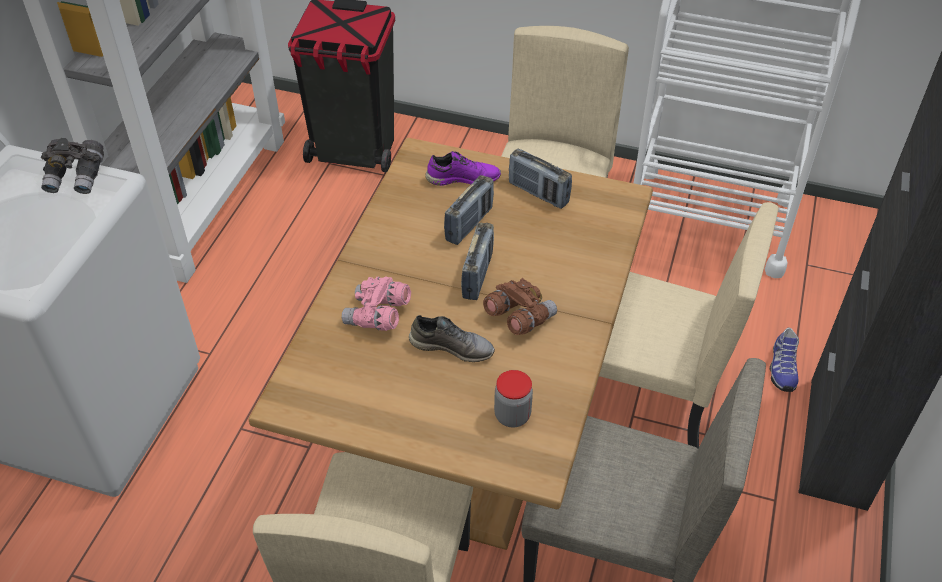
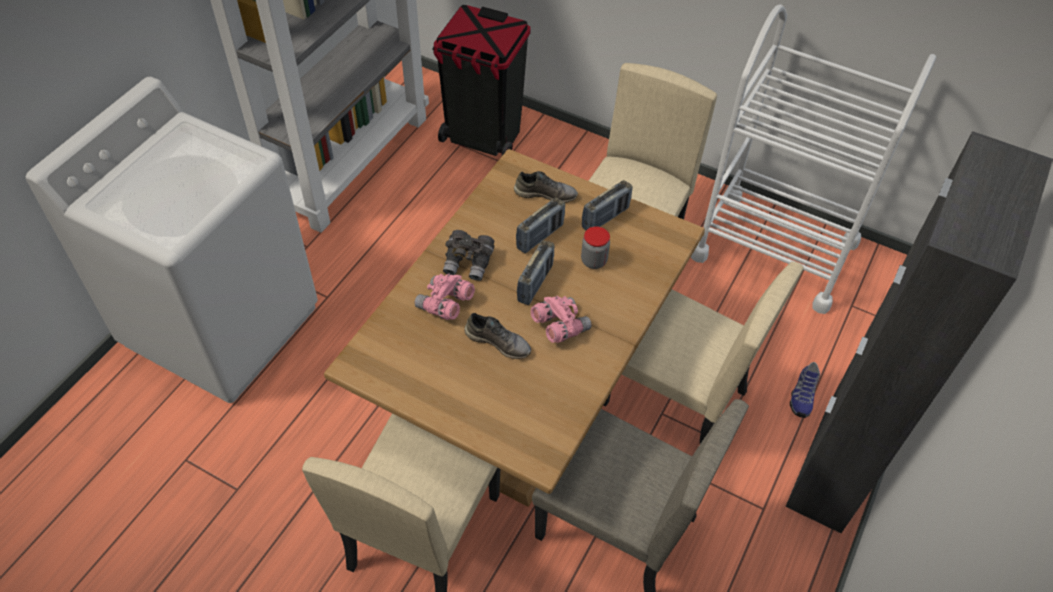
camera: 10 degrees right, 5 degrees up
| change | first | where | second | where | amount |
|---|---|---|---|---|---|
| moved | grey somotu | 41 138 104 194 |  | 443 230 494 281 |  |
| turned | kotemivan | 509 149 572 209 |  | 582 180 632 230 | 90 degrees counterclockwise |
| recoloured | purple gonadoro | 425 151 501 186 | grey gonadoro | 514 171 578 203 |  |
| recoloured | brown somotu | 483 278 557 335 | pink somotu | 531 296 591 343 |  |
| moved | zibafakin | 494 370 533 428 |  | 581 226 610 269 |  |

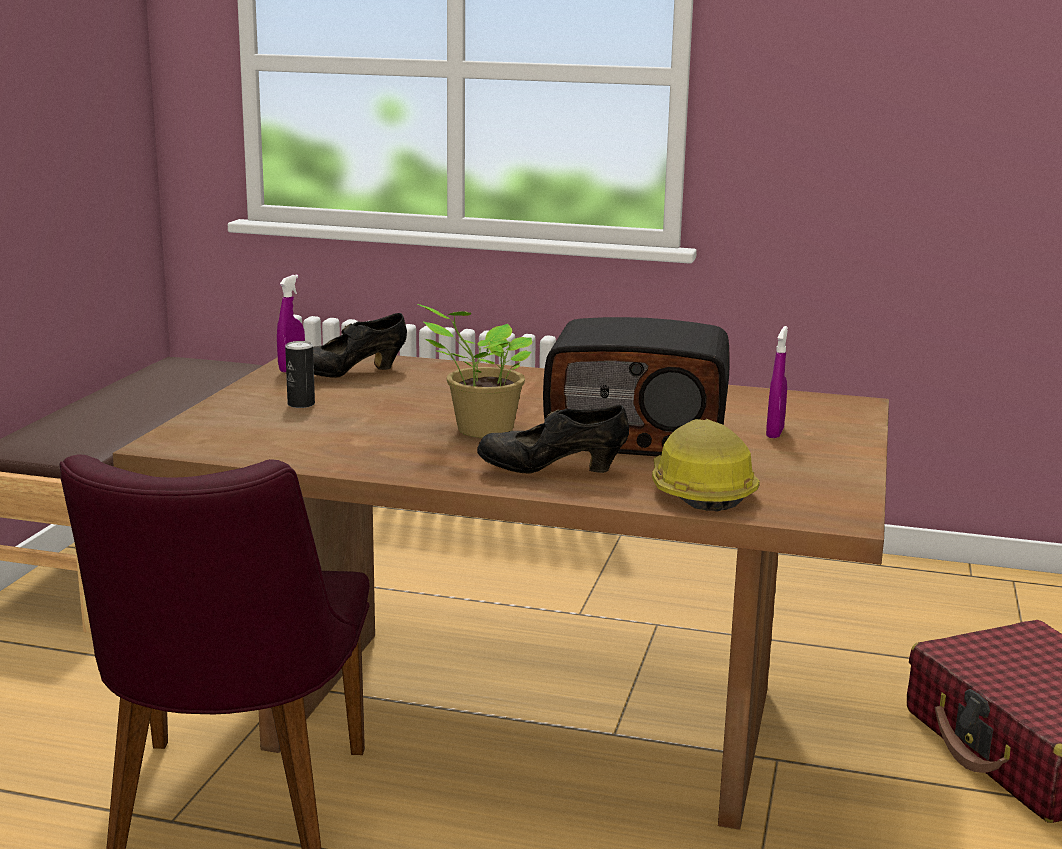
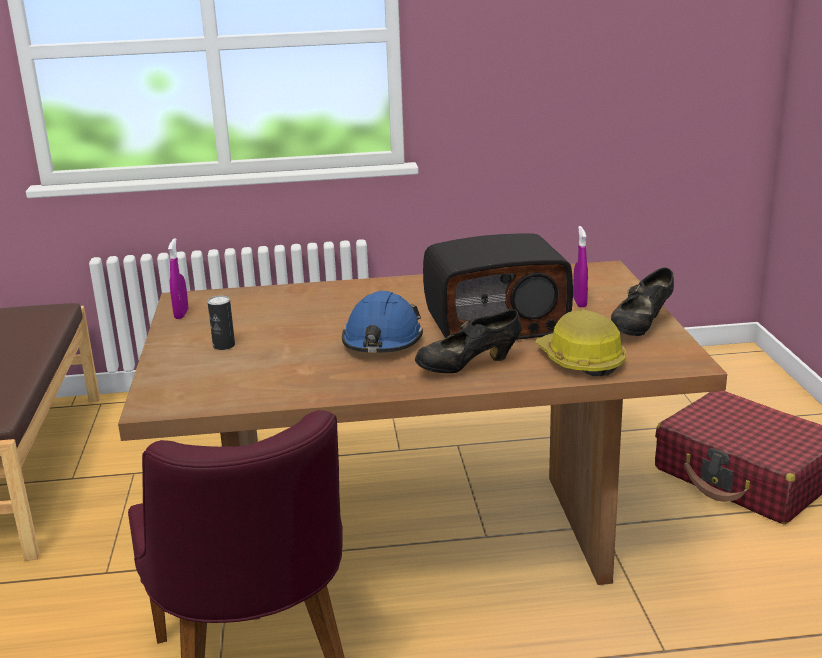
camera: 20 degrees left, 5 degrees up
| change | first | where | second | where | amount |
|---|---|---|---|---|---|
| replaced | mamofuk | 418 304 532 438 | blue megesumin | 342 291 423 353 |  |
| moved | black gonadoro | 313 313 407 378 |  | 611 268 674 336 |  |

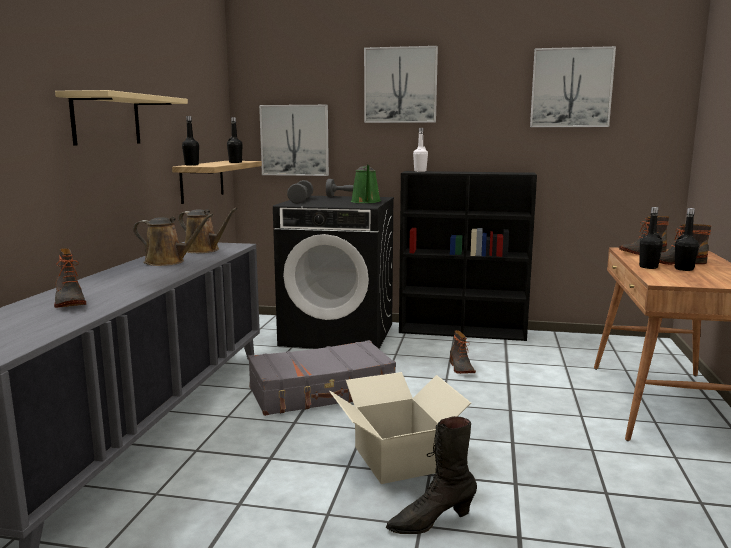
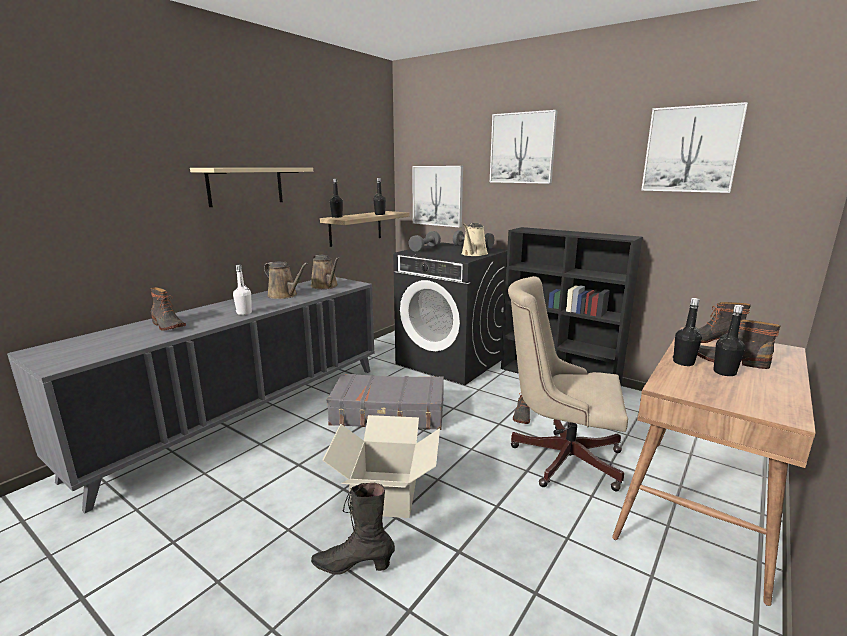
camera: 25 degrees right, 5 degrees up
| change | first | where | second | where | amount |
|---|---|---|---|---|---|
| moved | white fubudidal | 413 128 428 172 |  | 233 265 252 315 |  |
| recoloured | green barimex | 351 164 381 203 | beige barimex | 461 223 488 256 |  |
| turned | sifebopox | 54 248 87 308 |  | 150 287 186 331 | 45 degrees counterclockwise |
| added |  |  | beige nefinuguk | 508 276 628 491 |  |

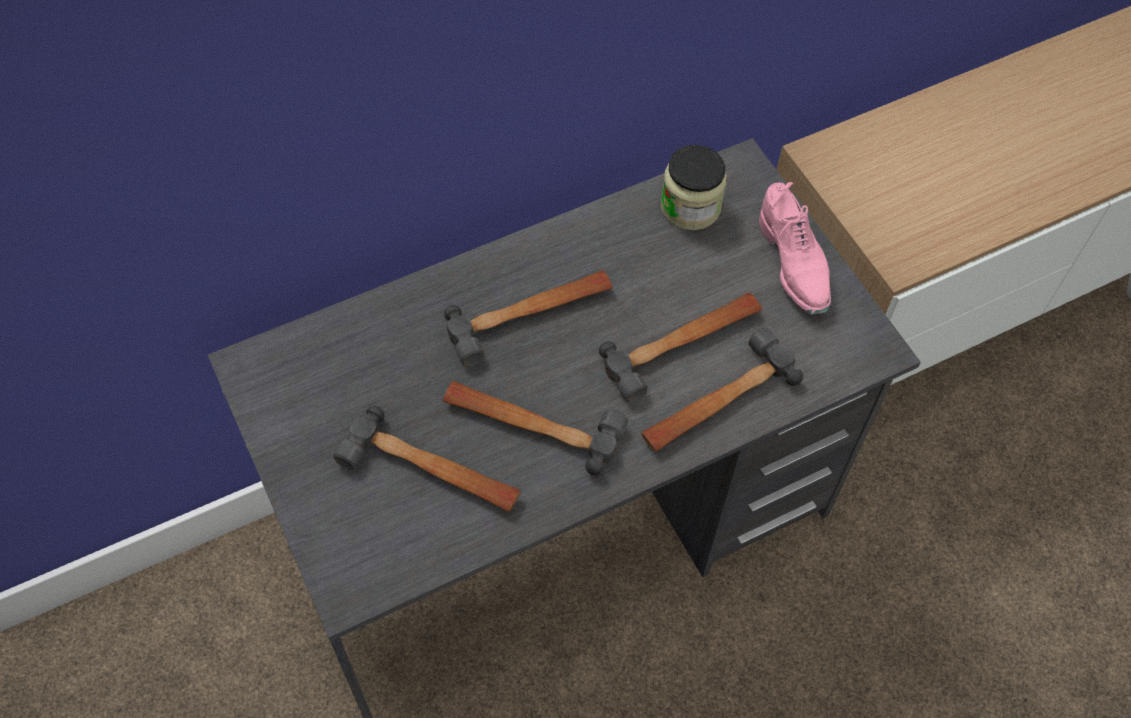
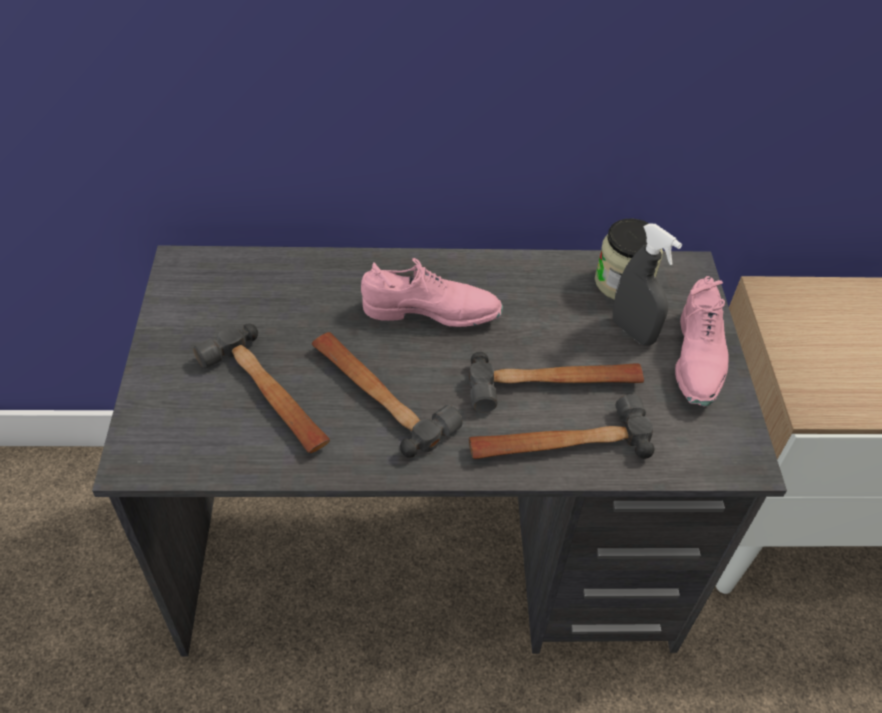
camera: 25 degrees right, 10 degrees down
| change | first | where | second | where | amount |
|---|---|---|---|---|---|
| replaced | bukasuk | 444 270 613 366 | pink gonadoro | 361 258 503 327 |  |
| added |  |  | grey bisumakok | 613 223 682 346 |  |

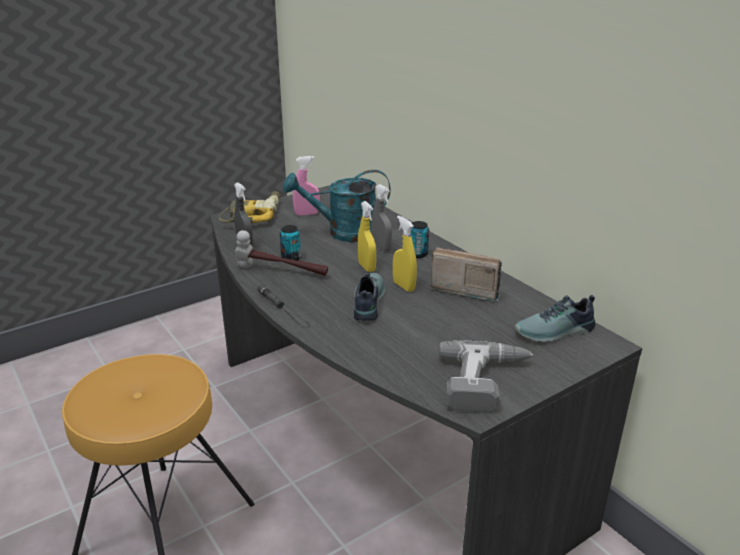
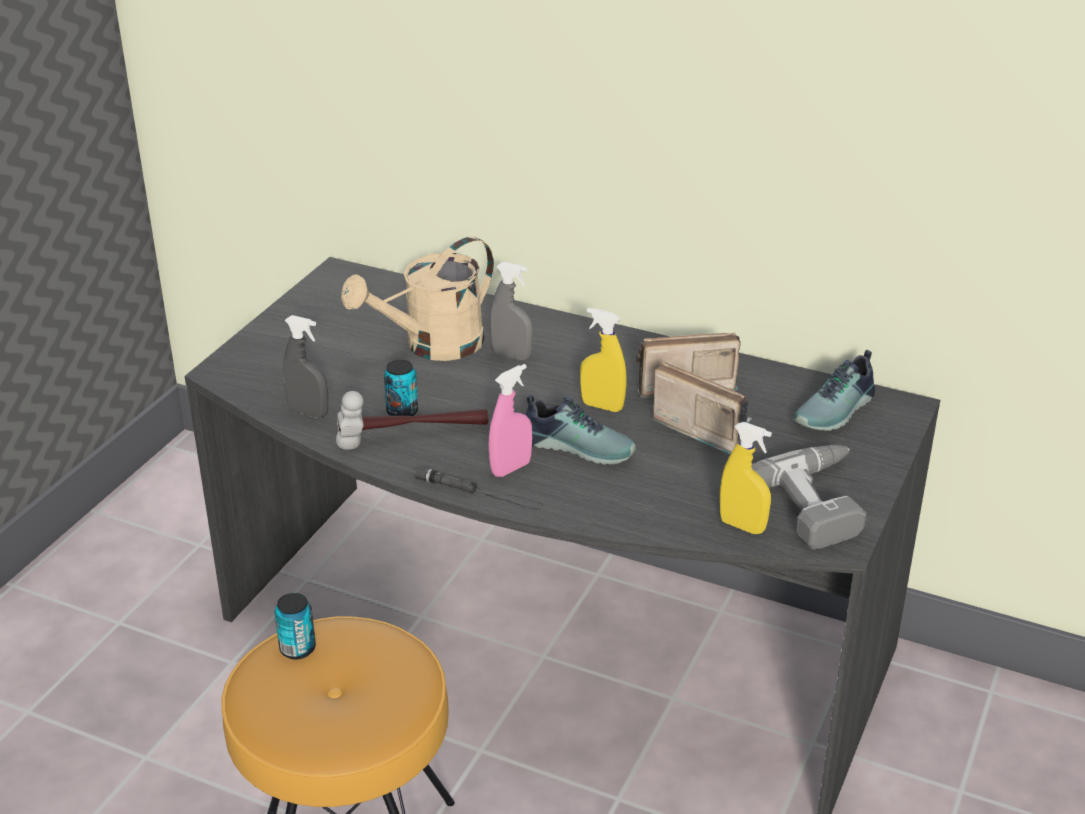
camera: 30 degrees left, 5 degrees up
| change | first | where | second | where | amount |
|---|---|---|---|---|---|
| moved | pink bisumakok | 293 156 320 215 |  | 488 364 532 477 |  |
| recoloured | turquoise barimex | 283 170 390 242 | beige barimex | 341 236 494 361 |  |
| removed | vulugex | 219 191 280 223 |  |  |  |
| moved | yellow bisumakok | 358 201 376 272 |  | 720 422 772 534 |  |
| moved | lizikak | 410 221 429 258 |  | 275 593 316 659 |  |
| turned | gonadoro | 354 273 385 321 |  | 526 394 636 465 | 135 degrees clockwise |
| added |  |  | kotemivan | 653 362 752 454 |  |

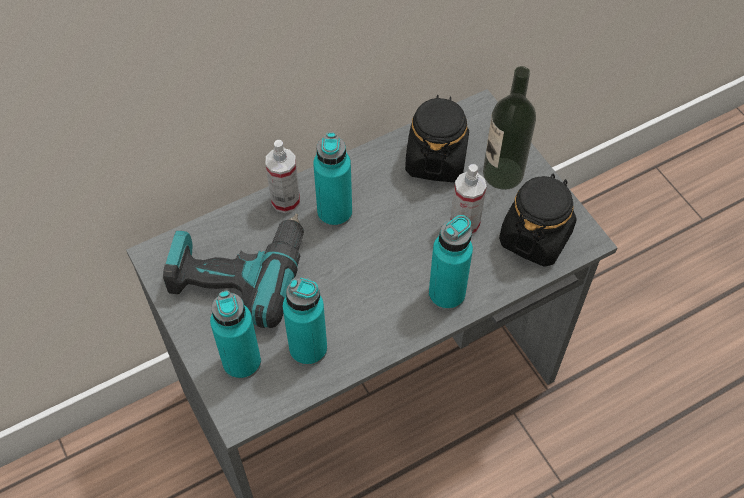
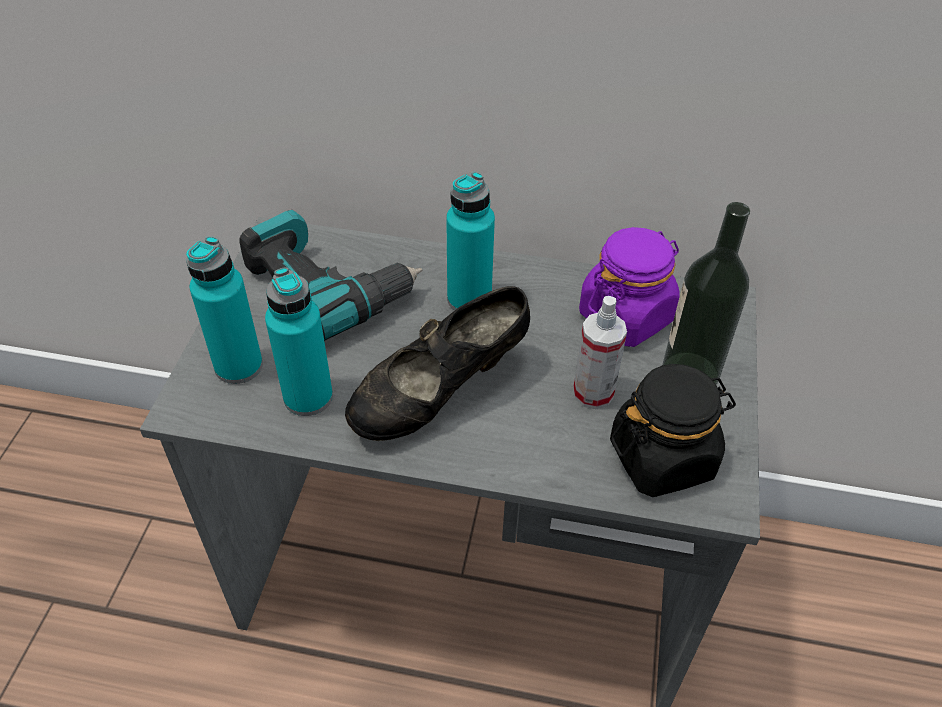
camera: 40 degrees right, 10 degrees down
| change | first | where | second | where | amount |
|---|---|---|---|---|---|
| recoloured | black zibafakin | 405 95 469 182 | purple zibafakin | 579 227 680 347 |  |
| removed | bisumakok | 266 139 300 213 |  |  |  |
| removed | turquoise fubudidal | 429 215 473 310 |  |  |  |
| added |  |  | black gonadoro | 345 286 530 441 |  |

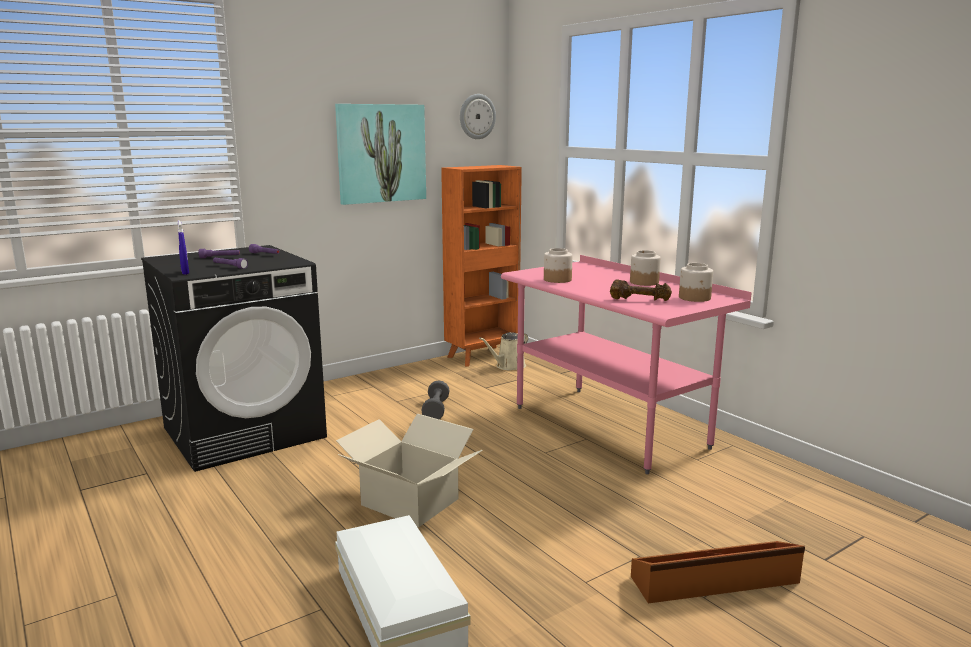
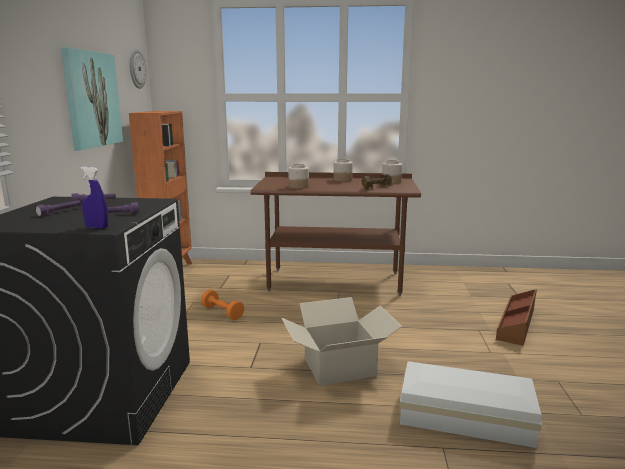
camera: 50 degrees left, 0 degrees up
| change | first | where | second | where | amount |
|---|---|---|---|---|---|
| recoloured | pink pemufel | 501 255 752 474 | brown pemufel | 251 172 421 296 |  |
| removed | beige barimex | 479 332 528 370 |  |  |  |
| recoloured | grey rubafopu | 421 380 450 419 | orange rubafopu | 201 290 244 320 |  |

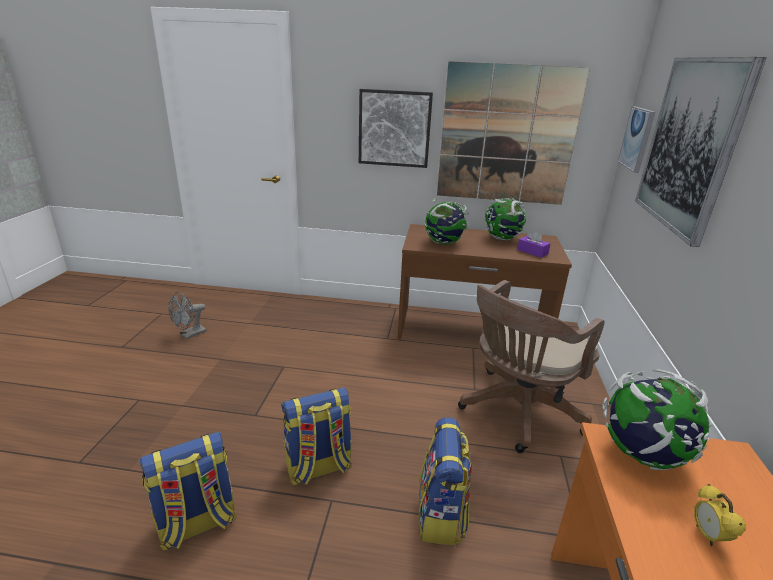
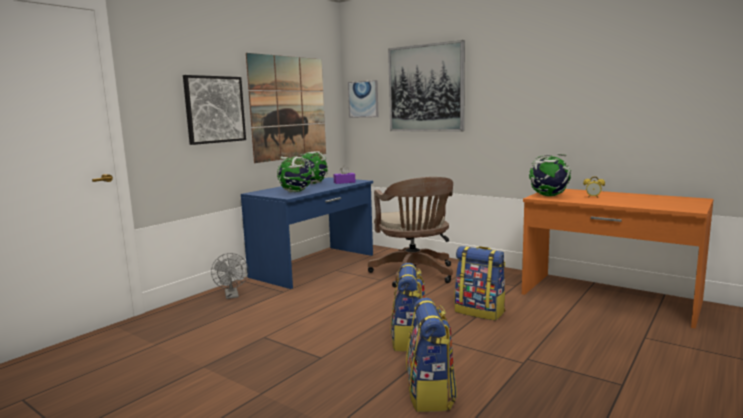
camera: 60 degrees left, 15 degrees down
| change | first | where | second | where | amount |
|---|---|---|---|---|---|
| recoloured | brown pemufel | 397 224 572 340 | blue pemufel | 241 177 373 289 |  |
| moved | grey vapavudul | 168 292 206 339 |  | 211 253 248 299 |  |

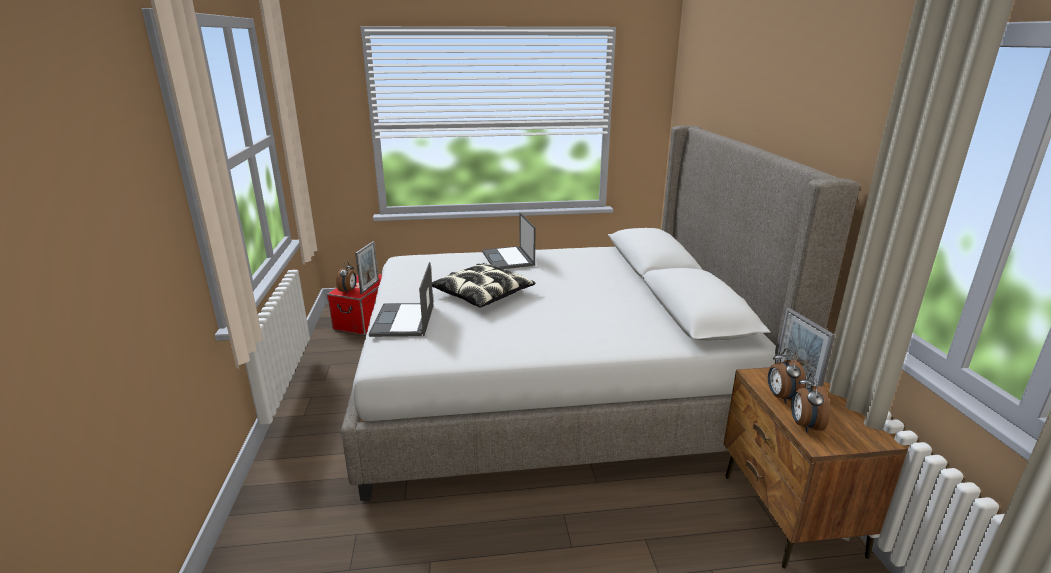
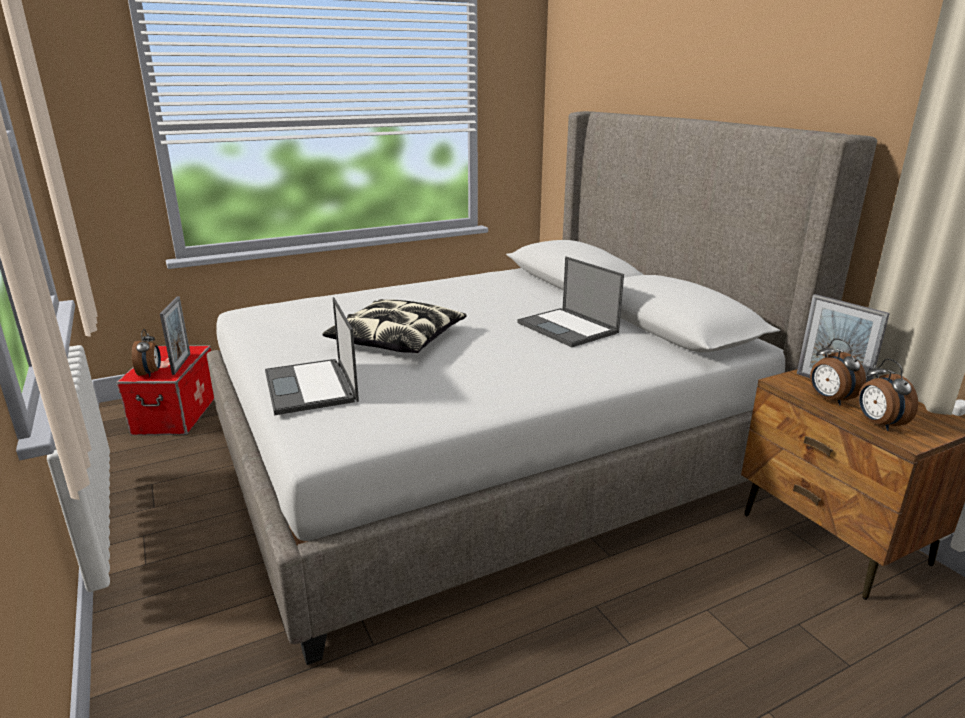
camera: 20 degrees left, 0 degrees up
| change | first | where | second | where | amount |
|---|---|---|---|---|---|
| moved | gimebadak | 482 212 535 269 |  | 518 256 624 347 |  |

